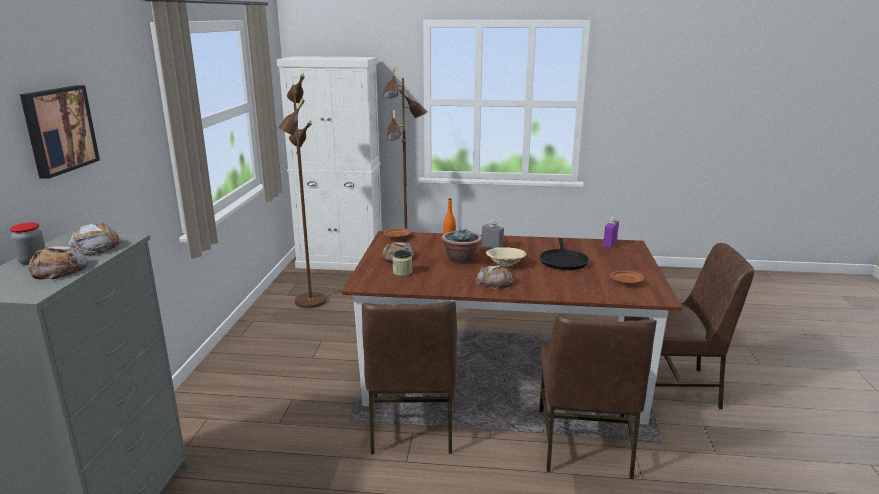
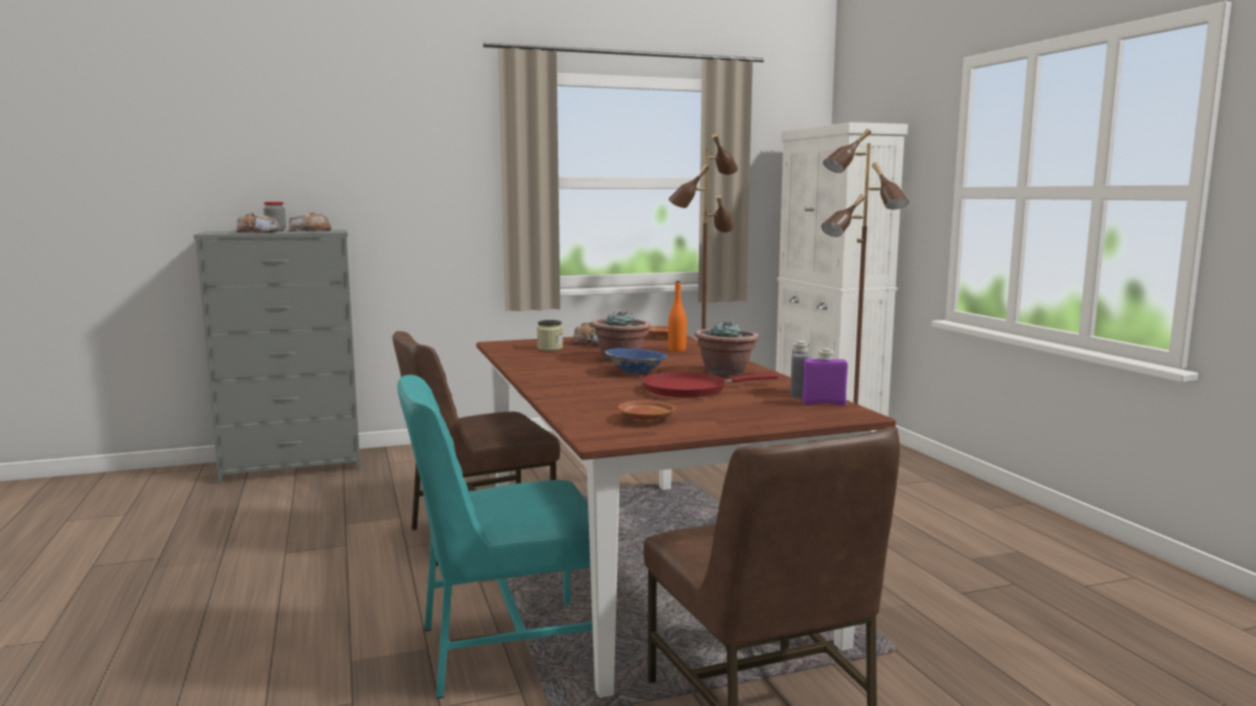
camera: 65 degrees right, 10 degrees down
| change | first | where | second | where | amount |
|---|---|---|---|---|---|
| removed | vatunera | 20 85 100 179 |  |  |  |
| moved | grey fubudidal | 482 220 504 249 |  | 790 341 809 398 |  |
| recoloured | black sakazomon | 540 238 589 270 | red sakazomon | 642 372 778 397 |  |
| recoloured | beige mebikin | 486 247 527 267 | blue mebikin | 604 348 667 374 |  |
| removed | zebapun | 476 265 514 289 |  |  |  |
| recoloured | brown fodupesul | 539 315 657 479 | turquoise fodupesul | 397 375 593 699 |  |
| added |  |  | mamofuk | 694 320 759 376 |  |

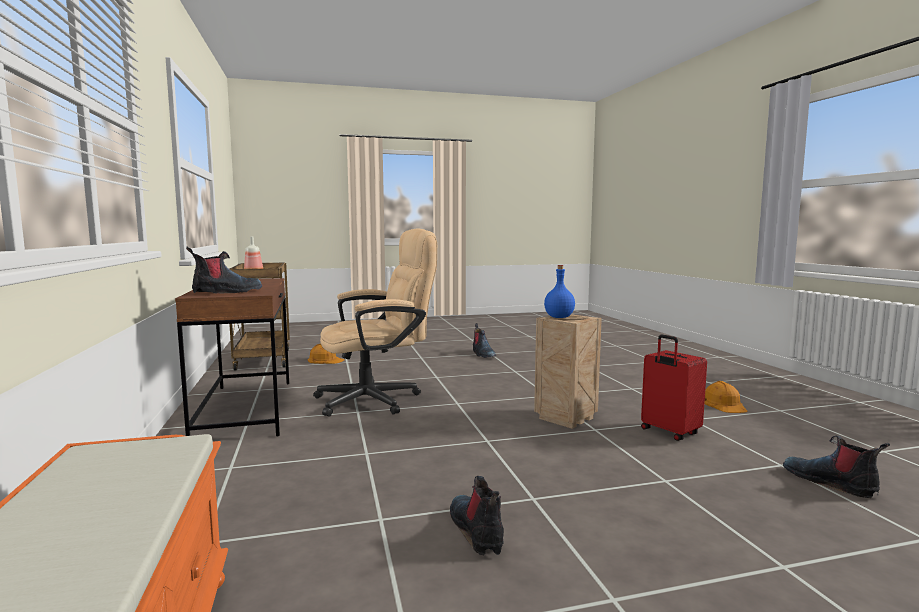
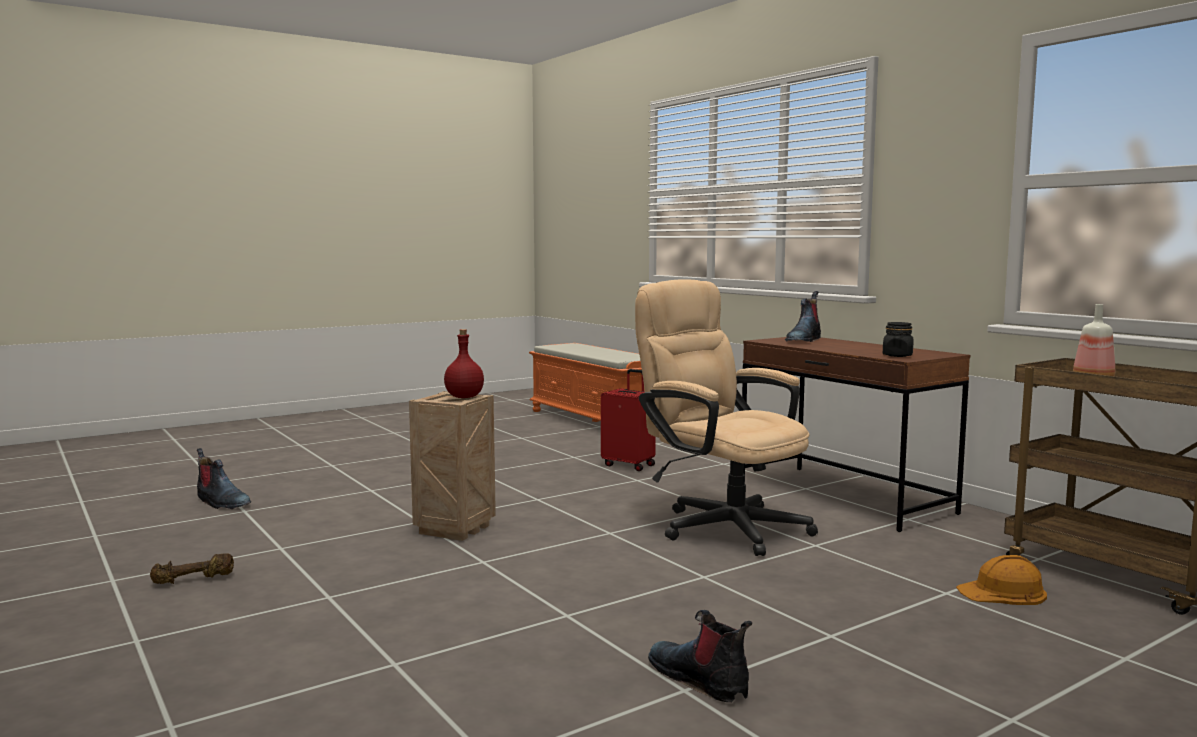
camera: 160 degrees right, 0 degrees up
| change | first | where | second | where | amount |
|---|---|---|---|---|---|
| turned | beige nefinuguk | 313 228 437 417 |  | 635 279 818 556 | 90 degrees clockwise |
| recoloured | blue fubudidal | 544 265 575 318 | red fubudidal | 444 329 484 398 |  |
| moved | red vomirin | 641 335 707 441 |  | 601 369 656 471 |  |
| replaced | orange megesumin | 704 381 747 413 | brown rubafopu | 150 553 234 584 |  |
| removed | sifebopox | 450 476 504 556 |  |  |  |
| added |  |  | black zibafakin | 883 322 914 357 |  |

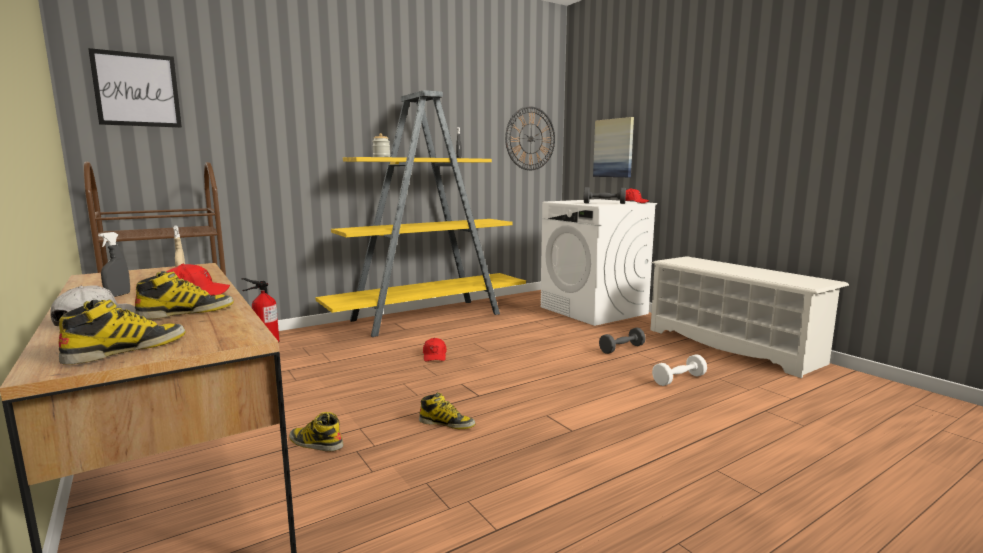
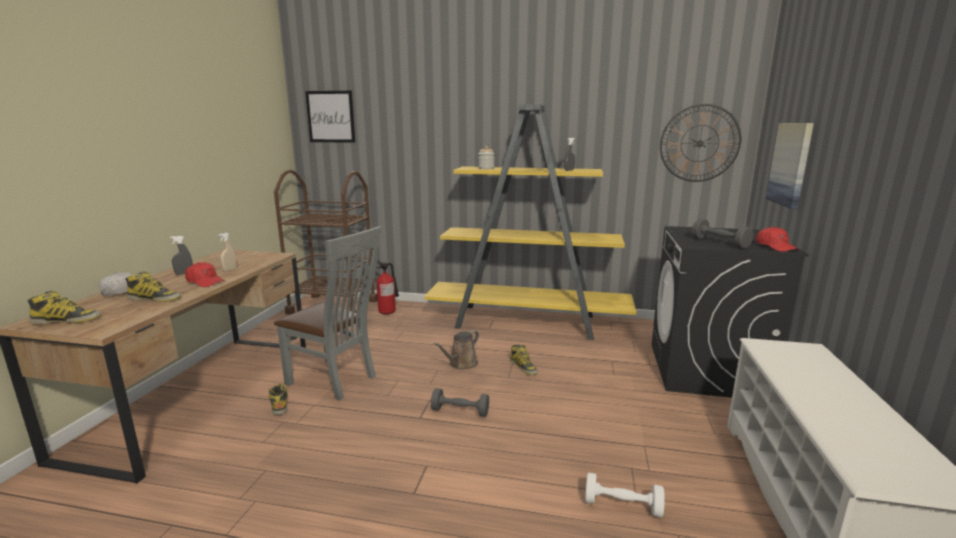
camera: 45 degrees right, 5 degrees up
| change | first | where | second | where | amount |
|---|---|---|---|---|---|
| recoloured | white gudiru | 540 199 657 326 | black gudiru | 651 226 809 398 |  |
| moved | grey rubafopu | 599 328 646 354 |  | 431 388 489 417 |  |
| replaced | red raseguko | 423 338 447 362 | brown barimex | 434 330 479 370 |  |
| moved | sifebopox | 419 392 475 429 |  | 510 345 538 375 |  |
| added |  |  | grey fodupesul | 274 226 381 401 |  |

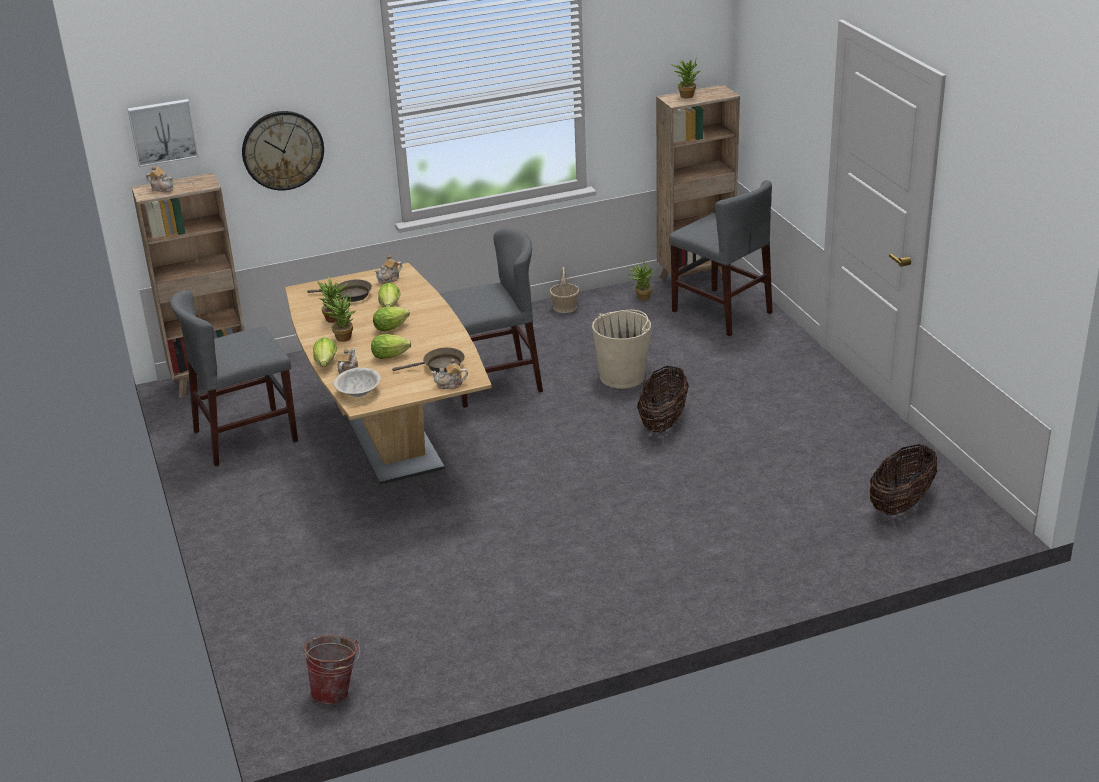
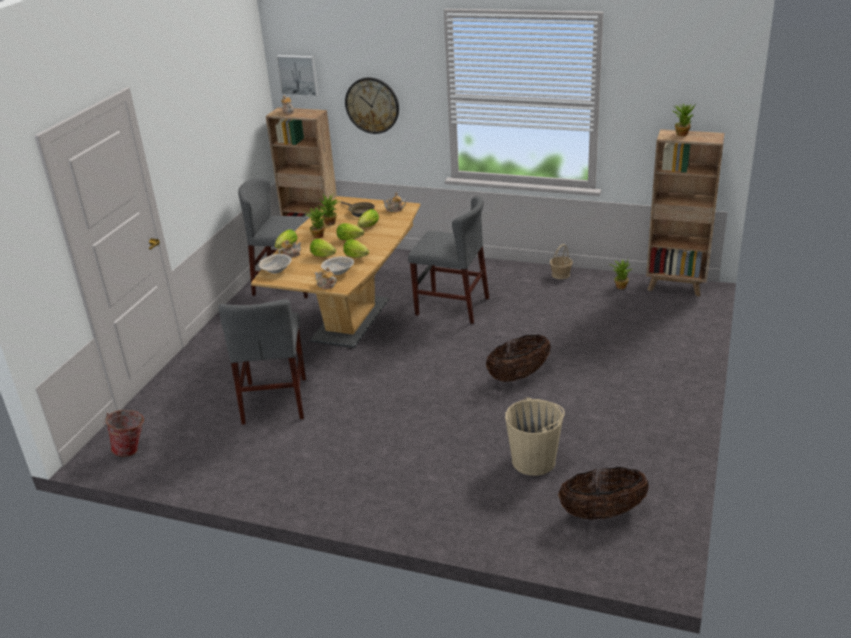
camera: 40 degrees right, 0 degrees up
| change | first | where | second | where | amount |
|---|---|---|---|---|---|
| moved | grey fodupesul | 669 180 772 336 |  | 218 299 306 425 |  |
| moved | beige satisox | 592 310 651 388 |  | 505 397 565 476 |  |
| replaced | brown sakazomon | 392 348 465 373 | beige mebikin | 321 256 354 275 |  |
| added |  |  | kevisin | 343 239 369 258 |  |

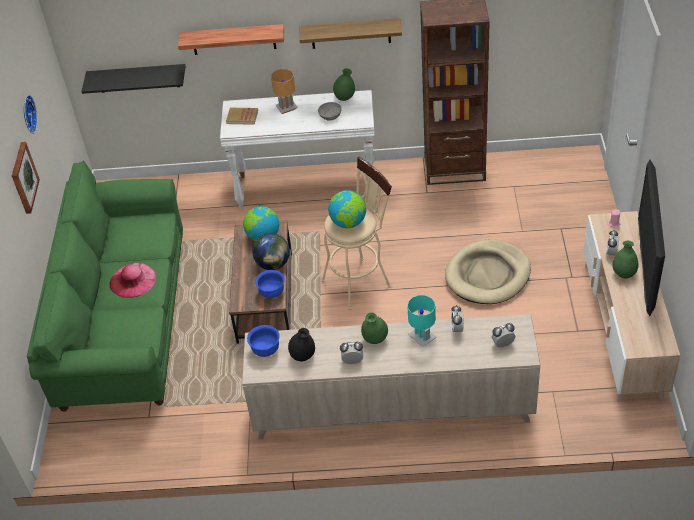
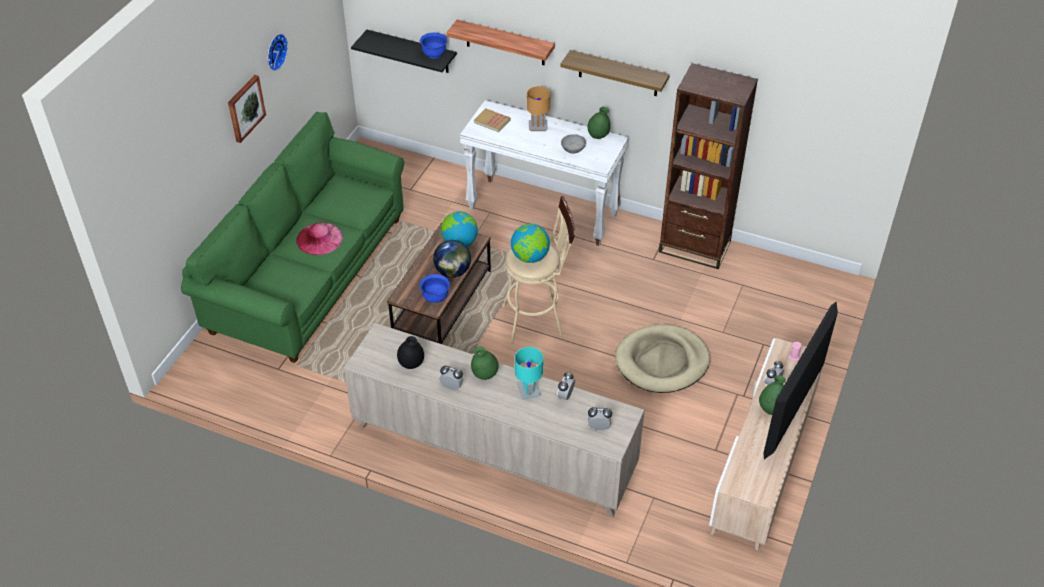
camera: 20 degrees right, 0 degrees up
| change | first | where | second | where | amount |
|---|---|---|---|---|---|
| moved | blue mebikin | 247 325 280 357 |  | 420 33 447 59 |  |

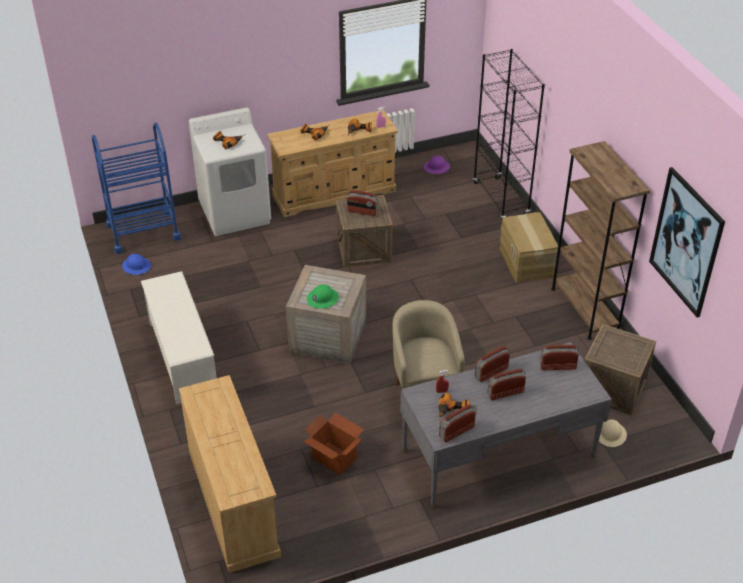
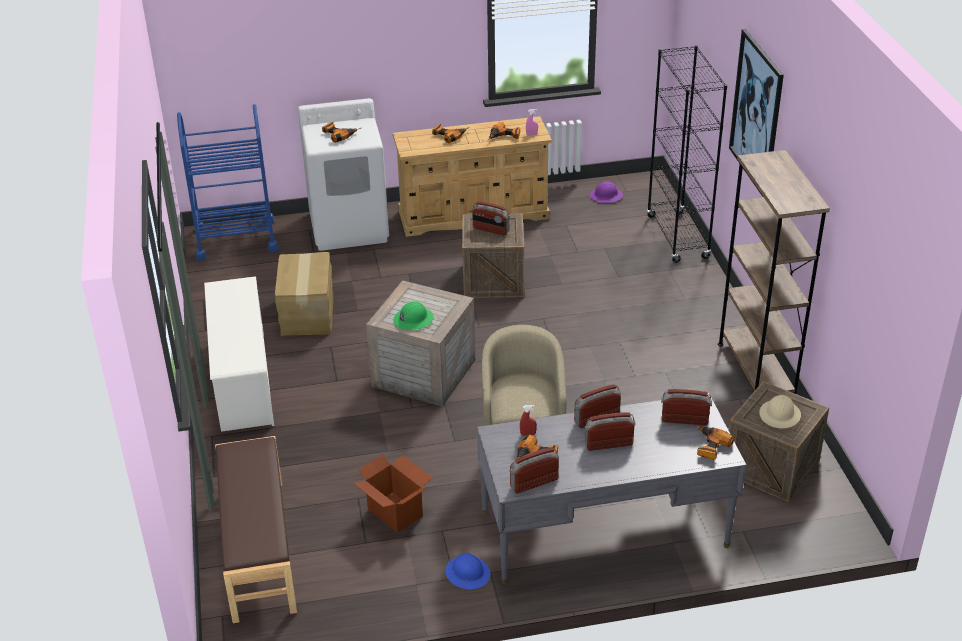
camera: 10 degrees right, 5 degrees down
| change | first | where | second | where | amount |
|---|---|---|---|---|---|
| moved | vatunera | 649 167 725 318 |  | 729 29 784 197 |  |
| moved | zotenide | 499 212 558 283 |  | 275 252 334 336 |  |
| moved | blue megesumin | 122 254 151 275 |  | 446 553 490 589 |  |
| replaced | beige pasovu | 179 375 281 573 | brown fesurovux | 215 436 297 623 |  |
| moved | beige megesumin | 599 419 627 447 |  | 759 395 801 428 |  |
| added |  |  | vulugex | 692 424 734 460 |  |

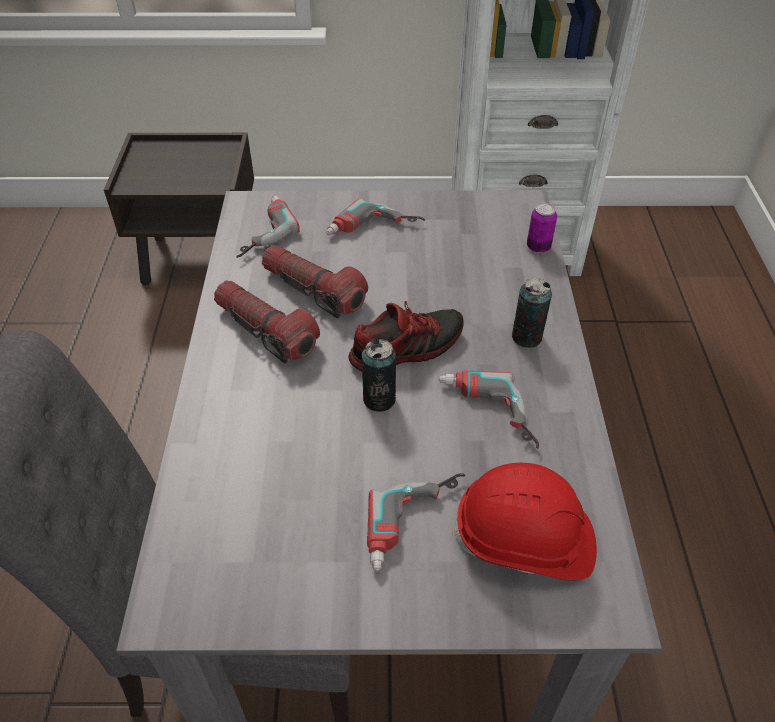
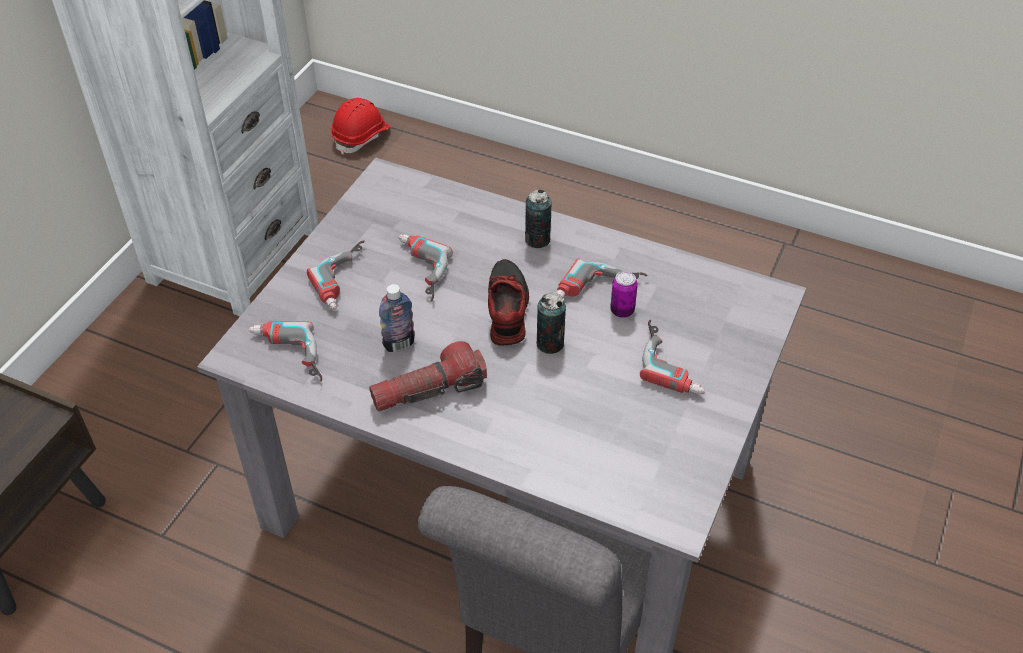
camera: 65 degrees left, 0 degrees up
| change | first | where | second | where | amount |
|---|---|---|---|---|---|
| moved | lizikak | 527 203 557 253 |  | 610 271 638 318 |  |
| replaced | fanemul | 262 245 368 319 | fubudidal | 379 284 415 352 |  |
| moved | red megesumin | 453 463 597 580 |  | 331 98 390 155 |  |
| added |  |  | vulugex | 398 234 453 301 |  |

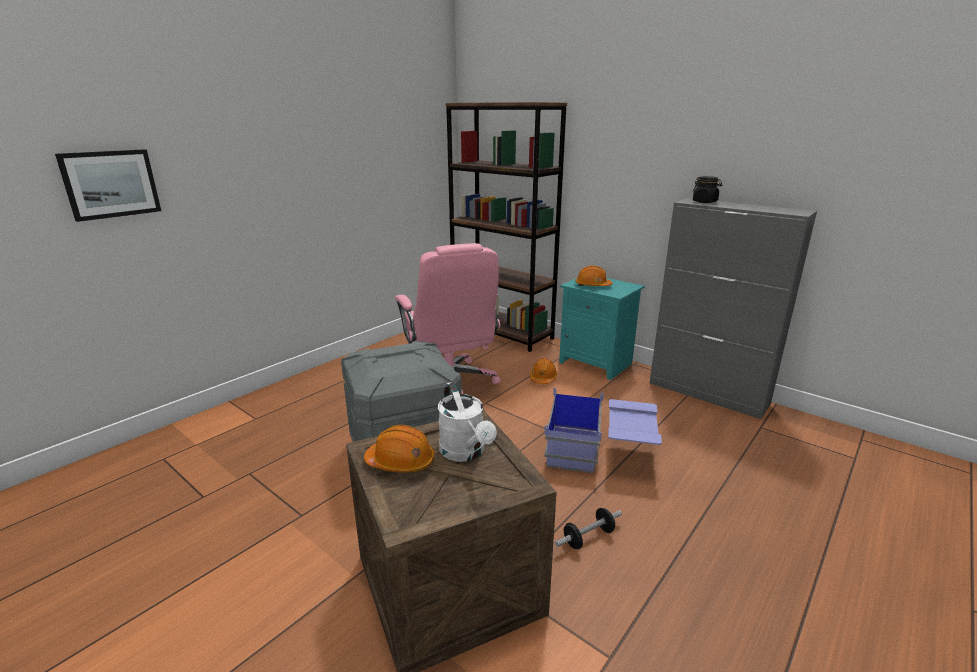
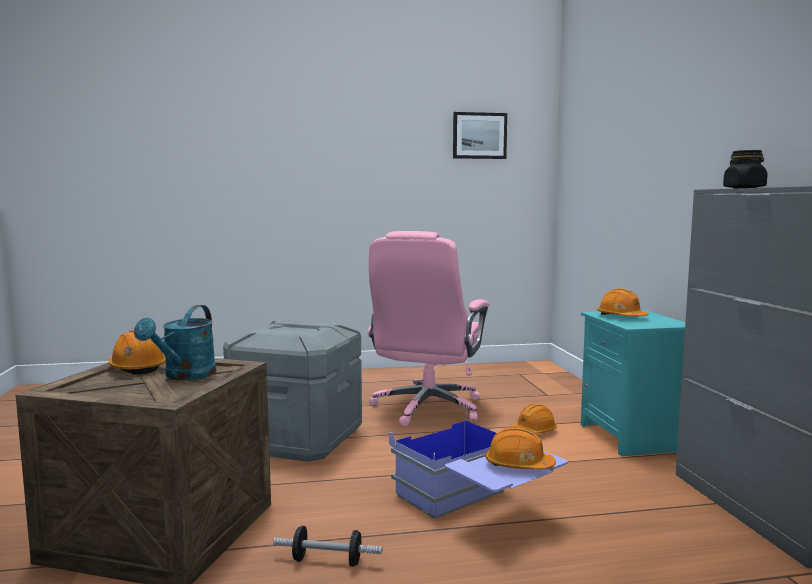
camera: 40 degrees right, 15 degrees down
| change | first | where | second | where | amount |
|---|---|---|---|---|---|
| removed | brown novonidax | 446 102 567 352 |  |  |  |
| moved | vatunera | 55 149 161 222 |  | 453 112 507 159 |  |
| recoloured | white barimex | 438 382 496 462 | turquoise barimex | 134 305 216 380 |  |
| added |  |  | orange megesumin | 486 426 556 470 |  |

